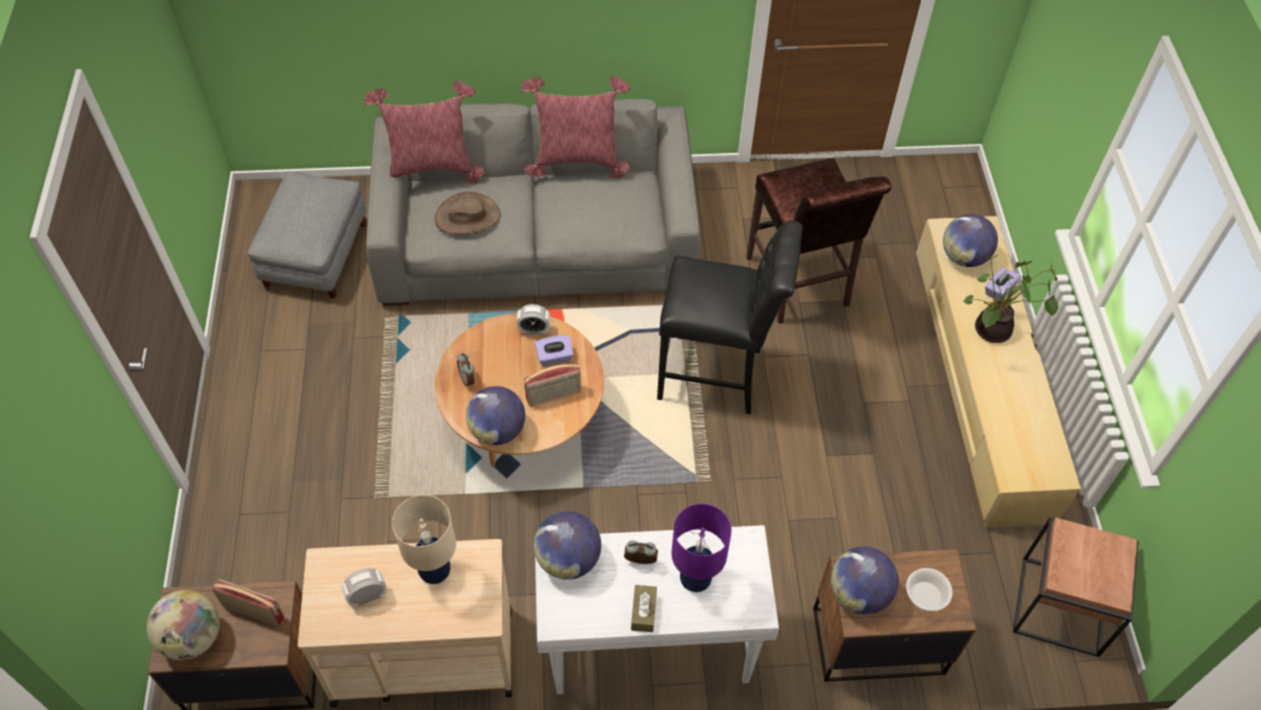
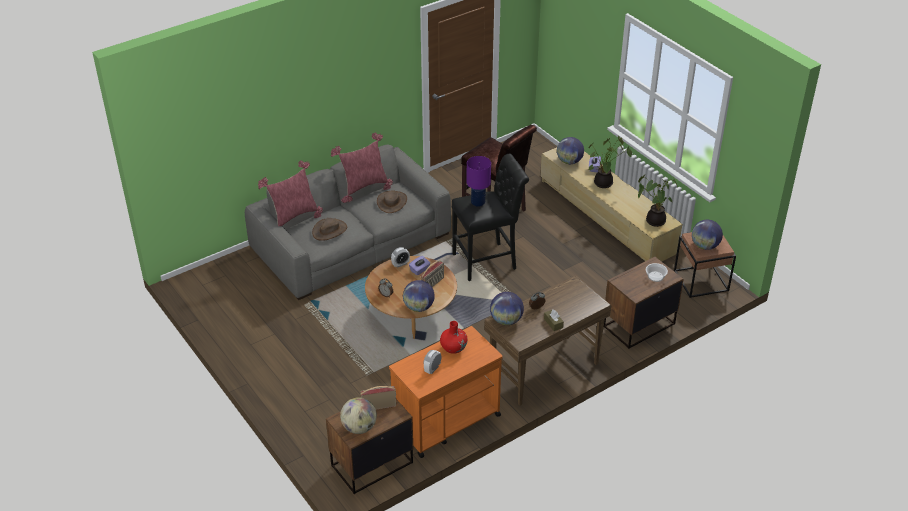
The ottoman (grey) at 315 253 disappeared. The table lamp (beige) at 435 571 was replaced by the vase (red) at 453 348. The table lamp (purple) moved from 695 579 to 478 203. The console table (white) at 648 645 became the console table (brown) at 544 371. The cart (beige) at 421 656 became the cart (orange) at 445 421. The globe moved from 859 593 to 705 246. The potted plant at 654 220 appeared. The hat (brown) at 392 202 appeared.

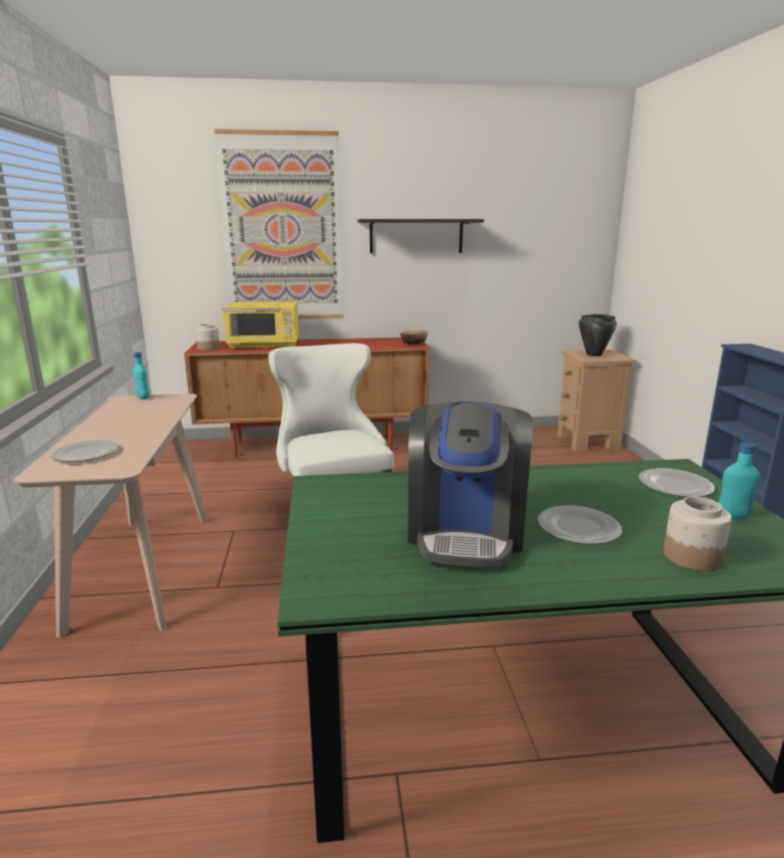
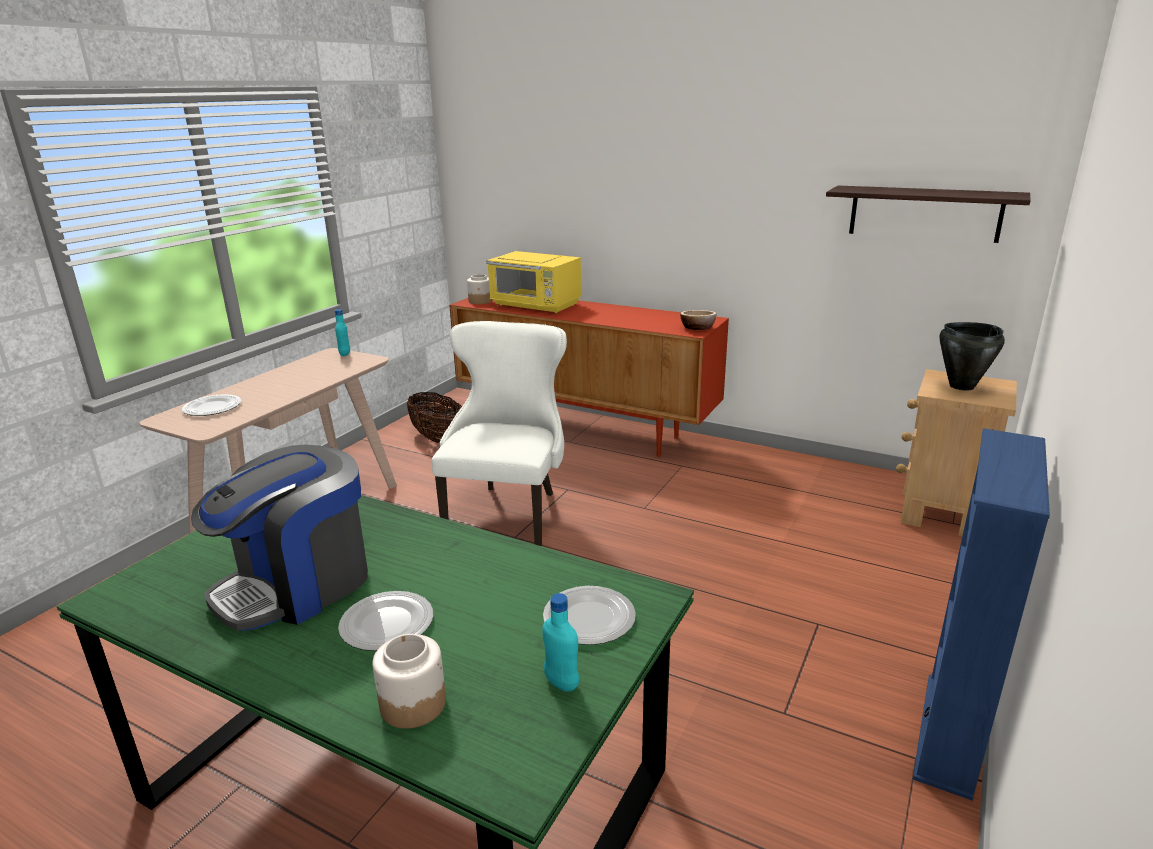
The picture at 282 229 disappeared. The shelf moved from 416 236 to 924 213. The basket at 439 439 appeared.

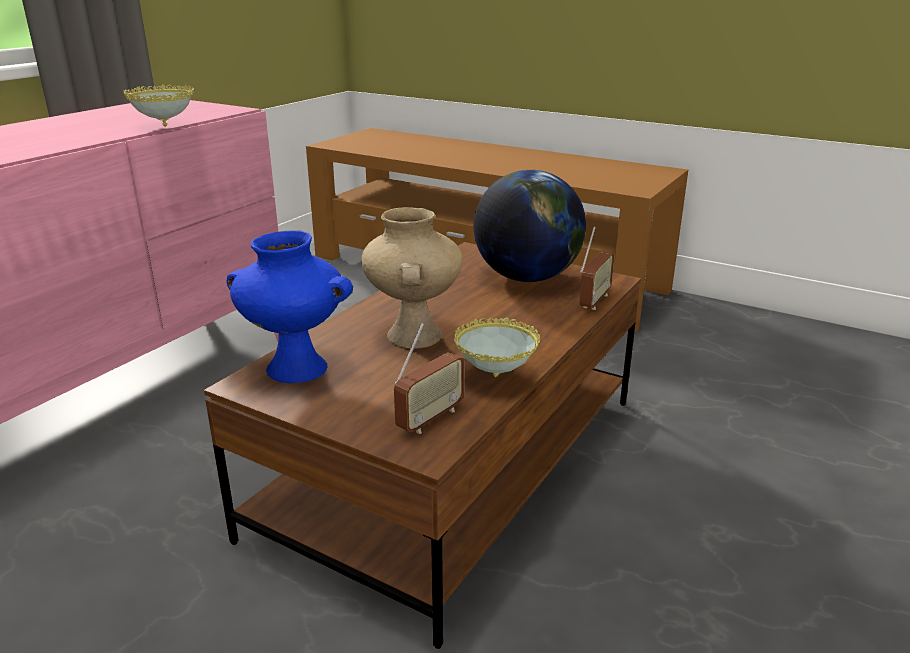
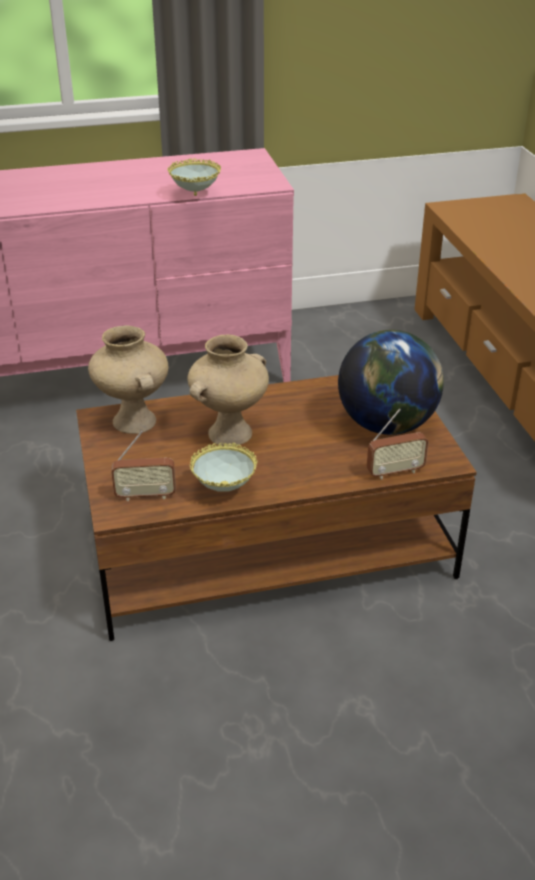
The vase (blue) at 295 369 became the vase (beige) at 132 421.

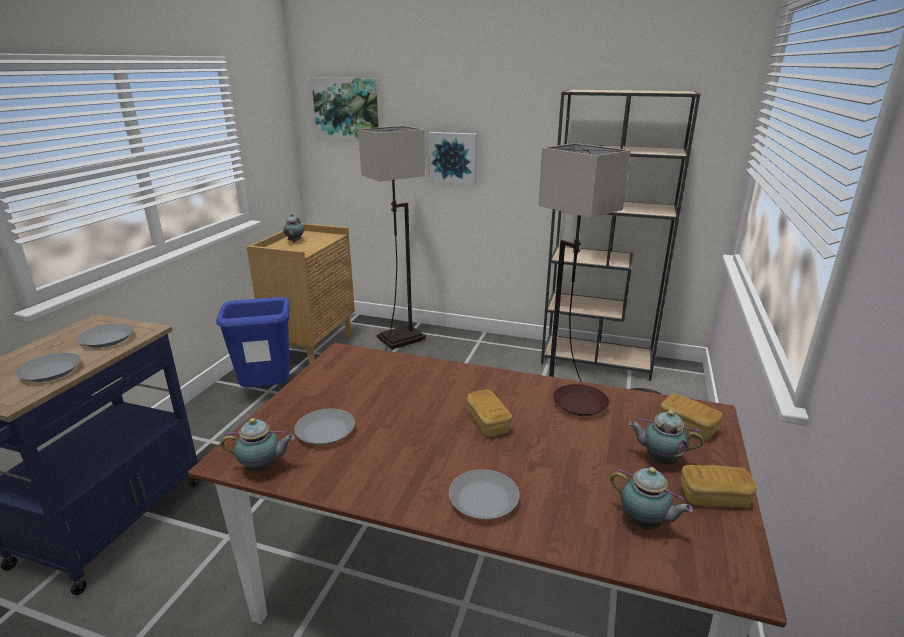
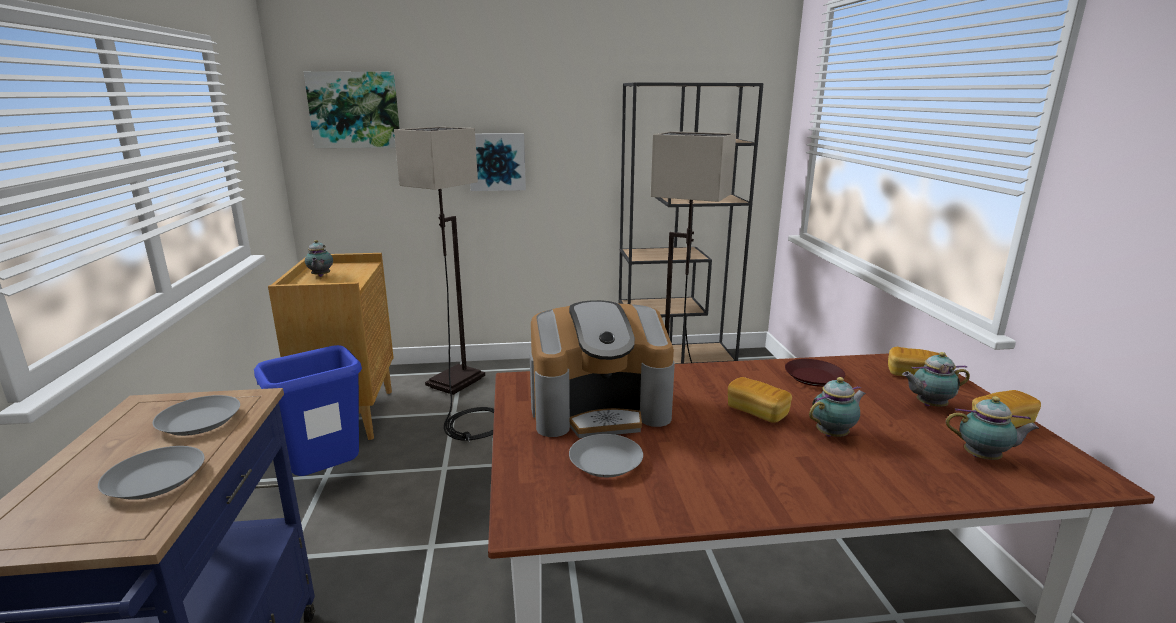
The teapot moved from 263 469 to 833 434. The plate (grey) at 483 500 disappeared. The coffee machine at 599 409 appeared.

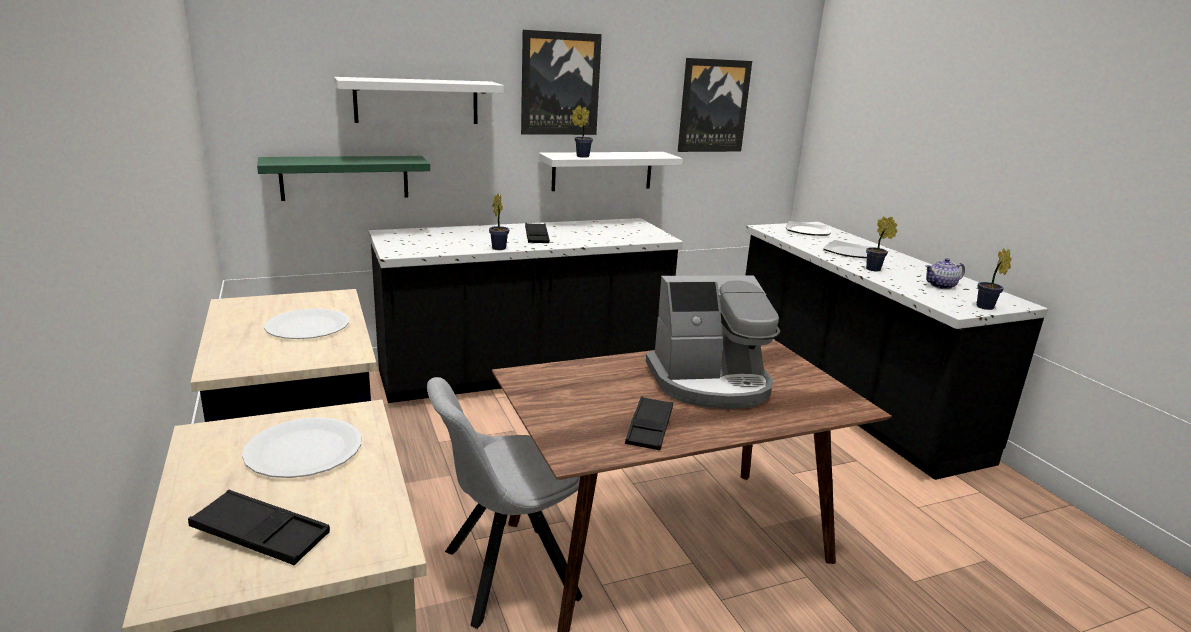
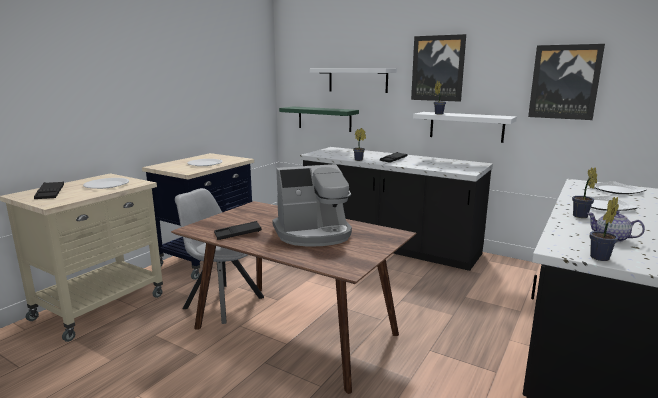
The coffee machine at 710 383 turned 60 degrees counterclockwise.

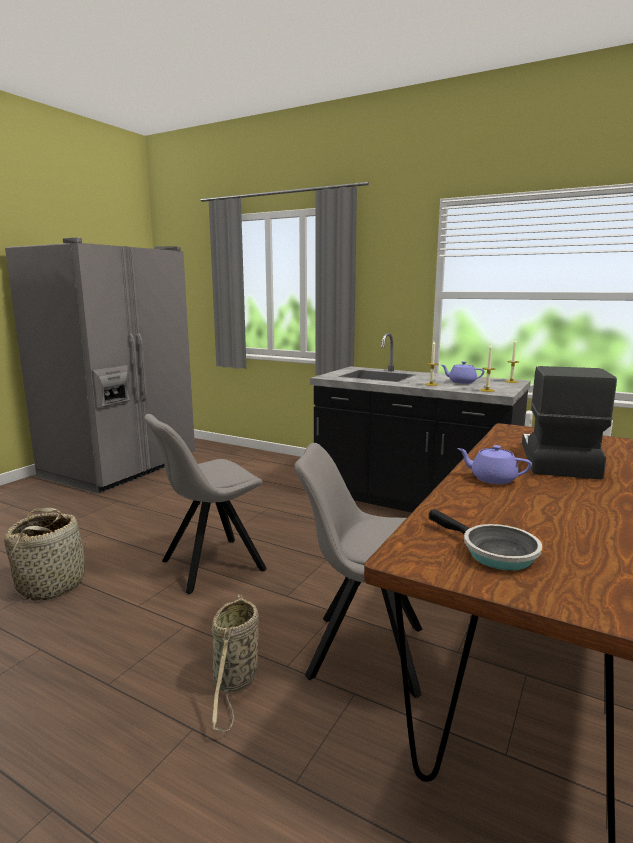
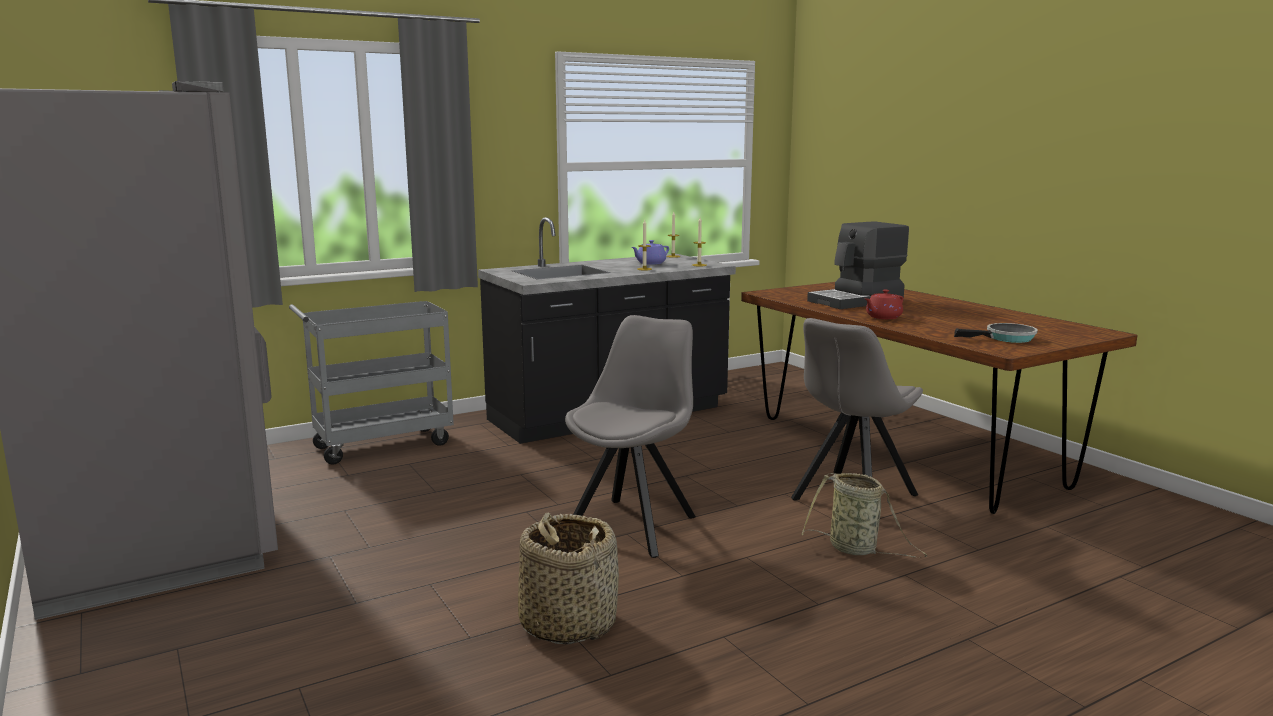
The coffee machine at 556 460 turned 75 degrees counterclockwise. The chair (grey) at 212 565 turned 150 degrees counterclockwise. The teapot (purple) at 492 479 became the teapot (red) at 883 317. The cart (grey) at 379 447 appeared.

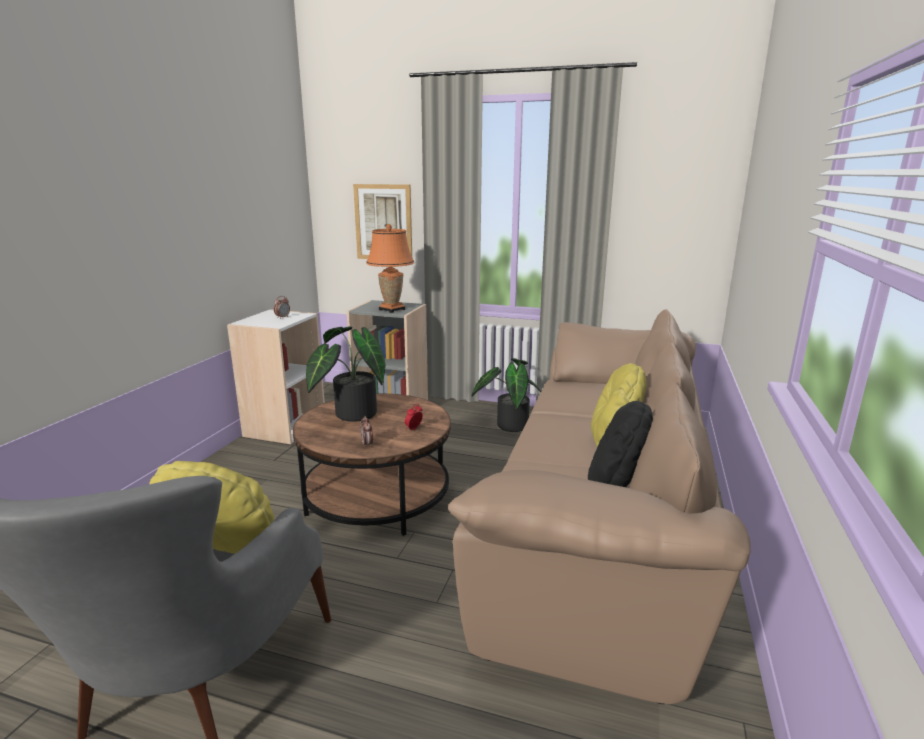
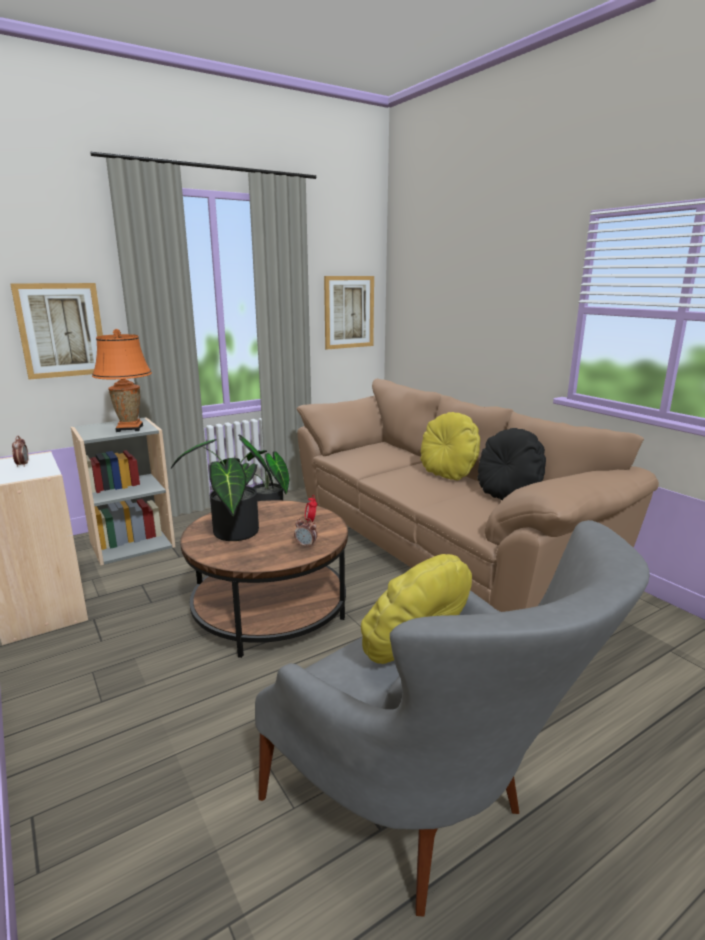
The picture at 349 312 appeared.

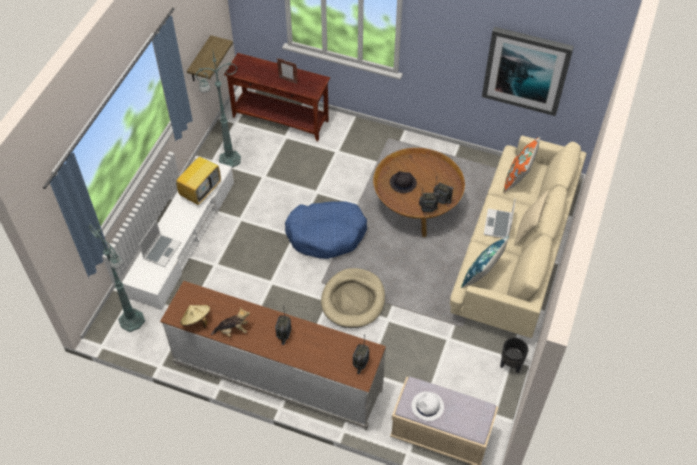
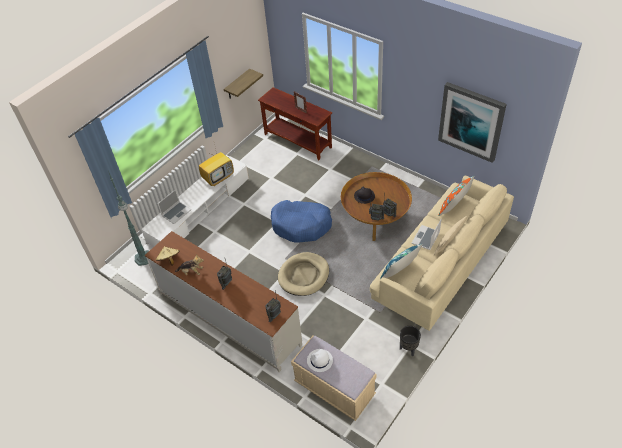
The floor lamp (green) at 228 159 disappeared.

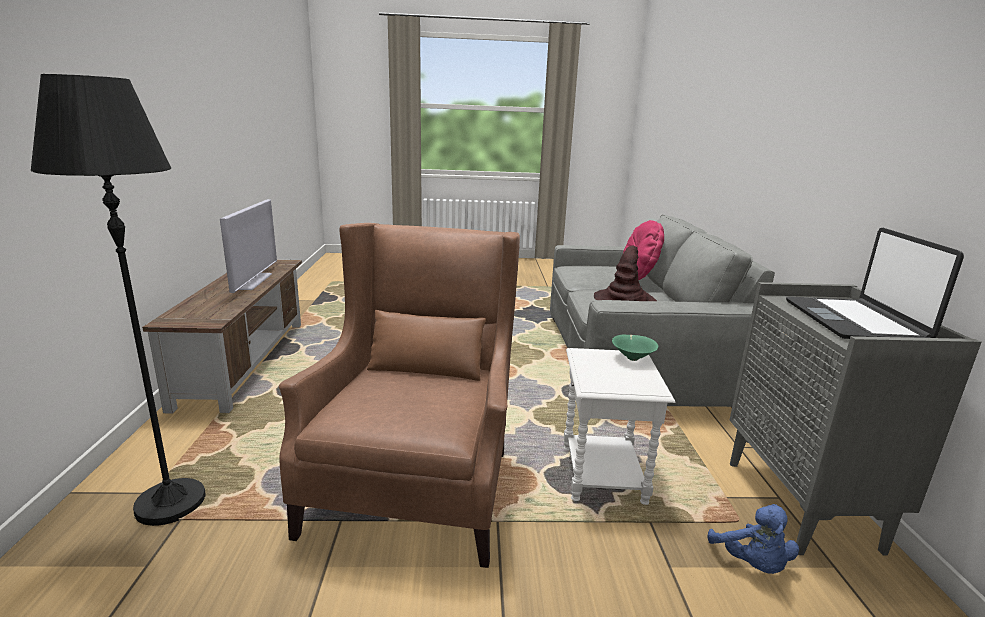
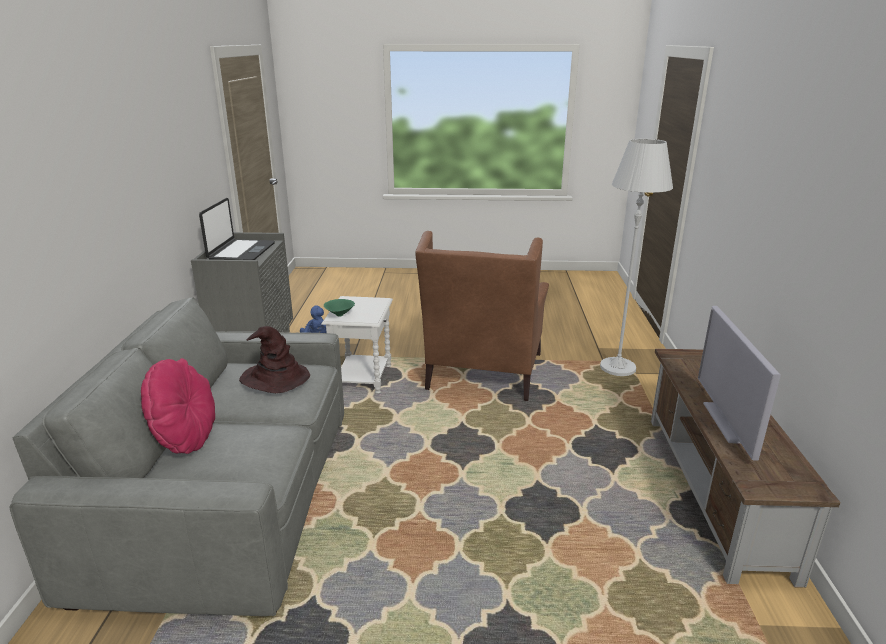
The floor lamp (black) at 170 503 became the floor lamp (white) at 617 368.

